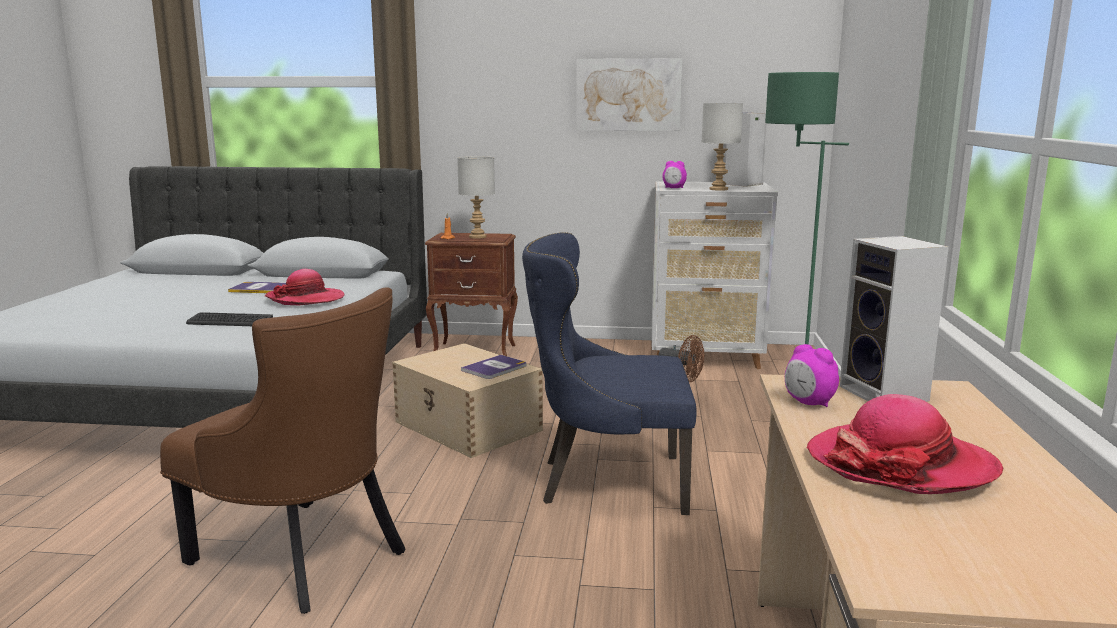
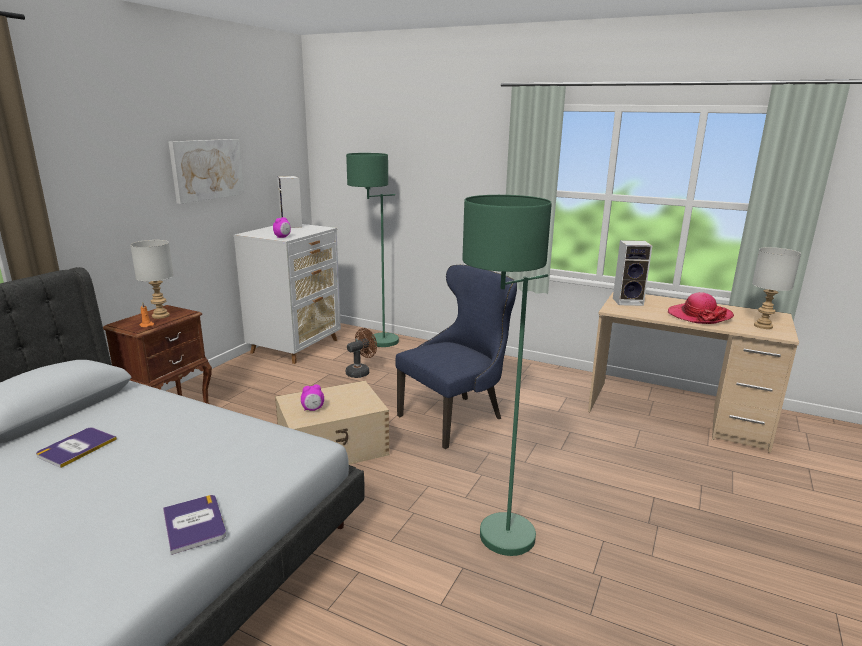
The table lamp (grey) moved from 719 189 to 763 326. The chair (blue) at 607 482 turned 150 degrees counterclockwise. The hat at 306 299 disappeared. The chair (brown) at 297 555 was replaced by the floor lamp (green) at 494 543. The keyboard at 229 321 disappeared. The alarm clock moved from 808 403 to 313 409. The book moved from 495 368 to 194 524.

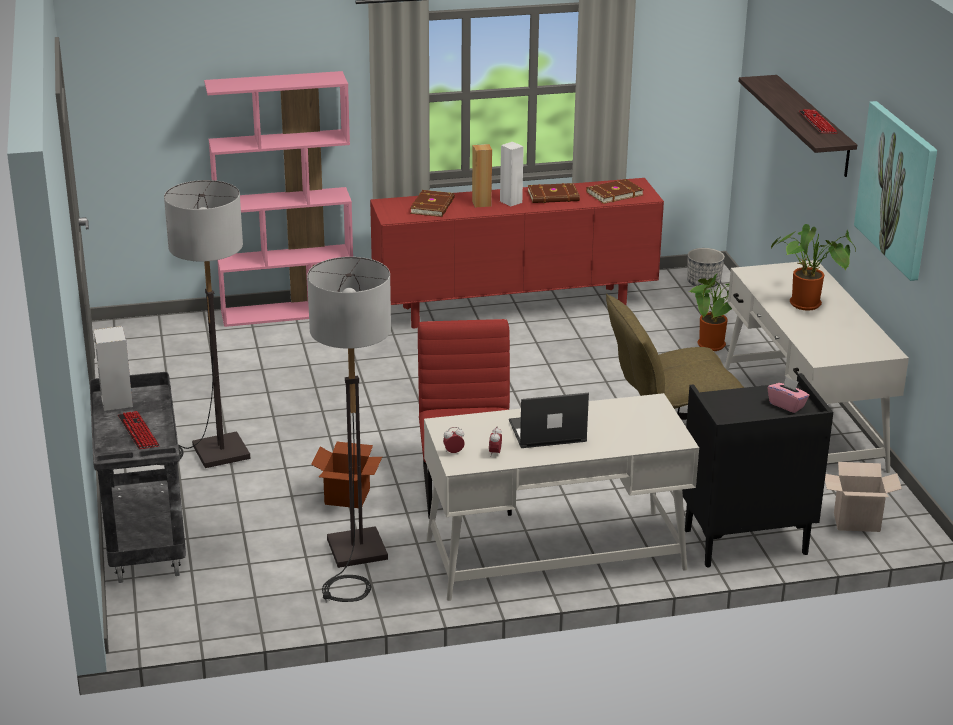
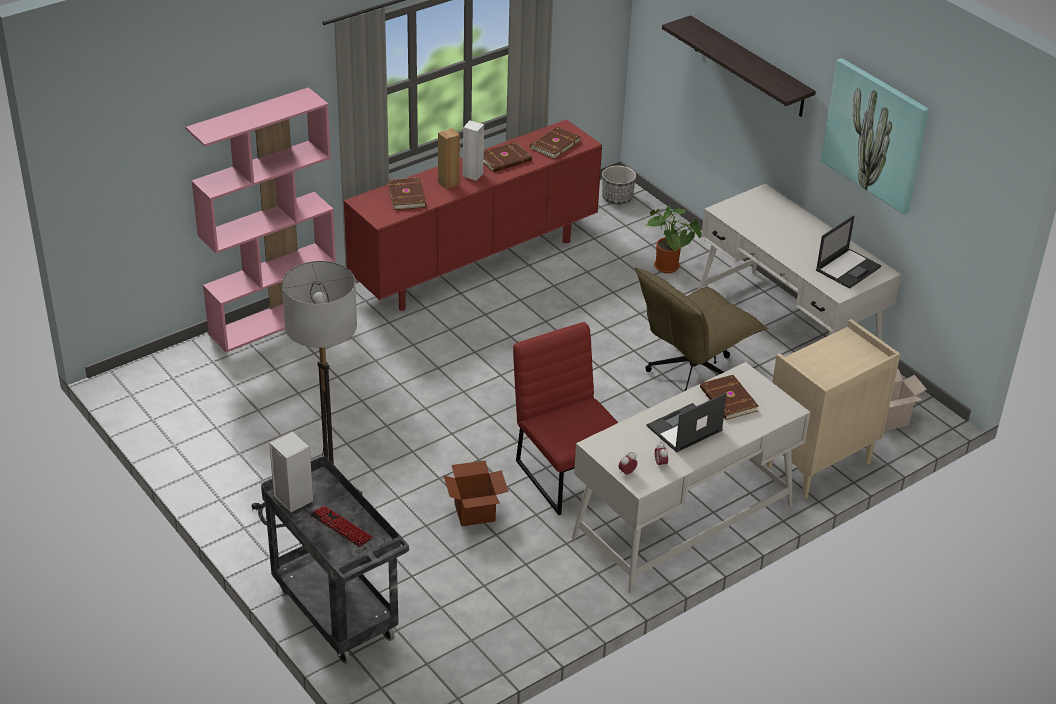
The keyboard at 817 123 disappeared. The potted plant at 809 305 disappeared. The floor lamp at 353 562 disappeared. The cabinet (black) at 744 542 became the cabinet (beige) at 817 464. The tissue box (pink) at 787 405 disappeared. The laptop at 848 268 appeared. The book (brown) at 727 400 appeared.

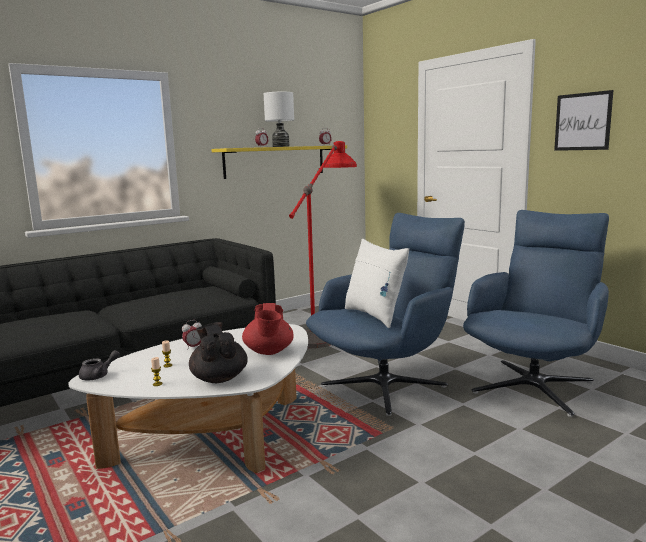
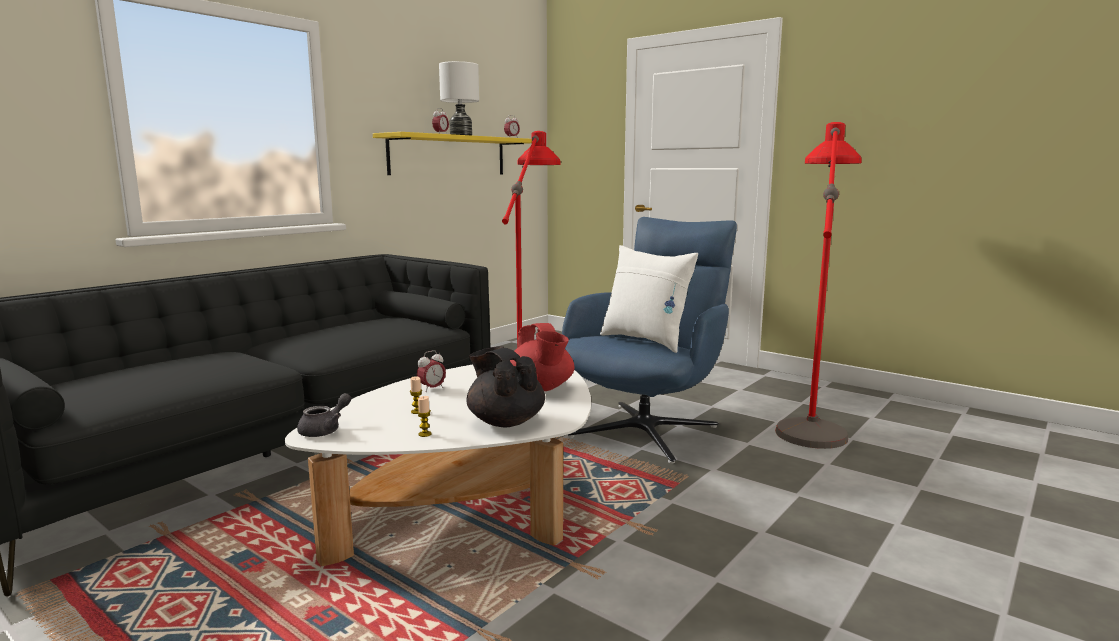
The picture at 582 121 disappeared. The armchair (blue) at 535 385 was replaced by the floor lamp (red) at 811 418.

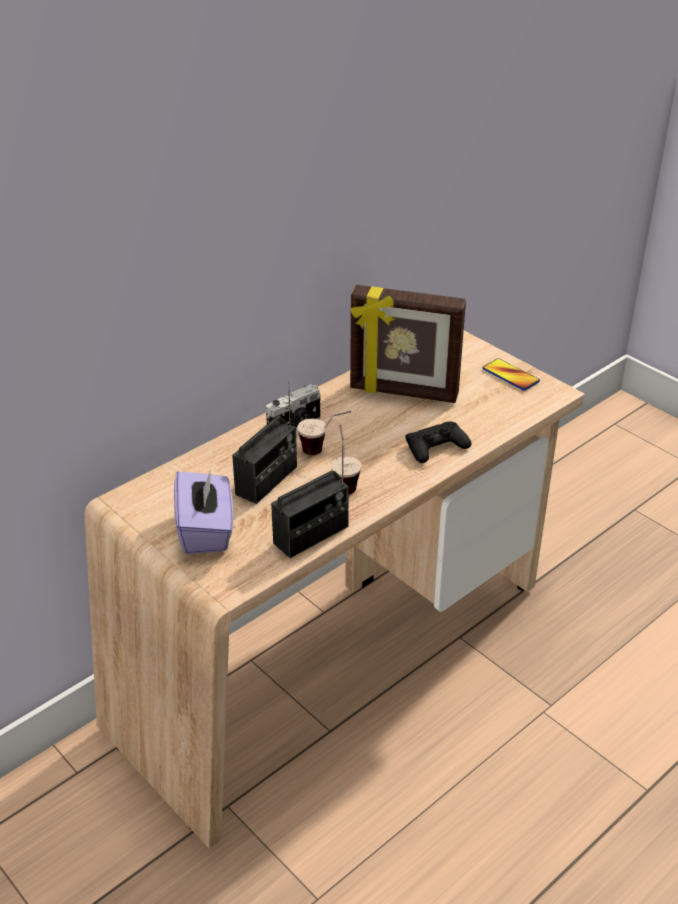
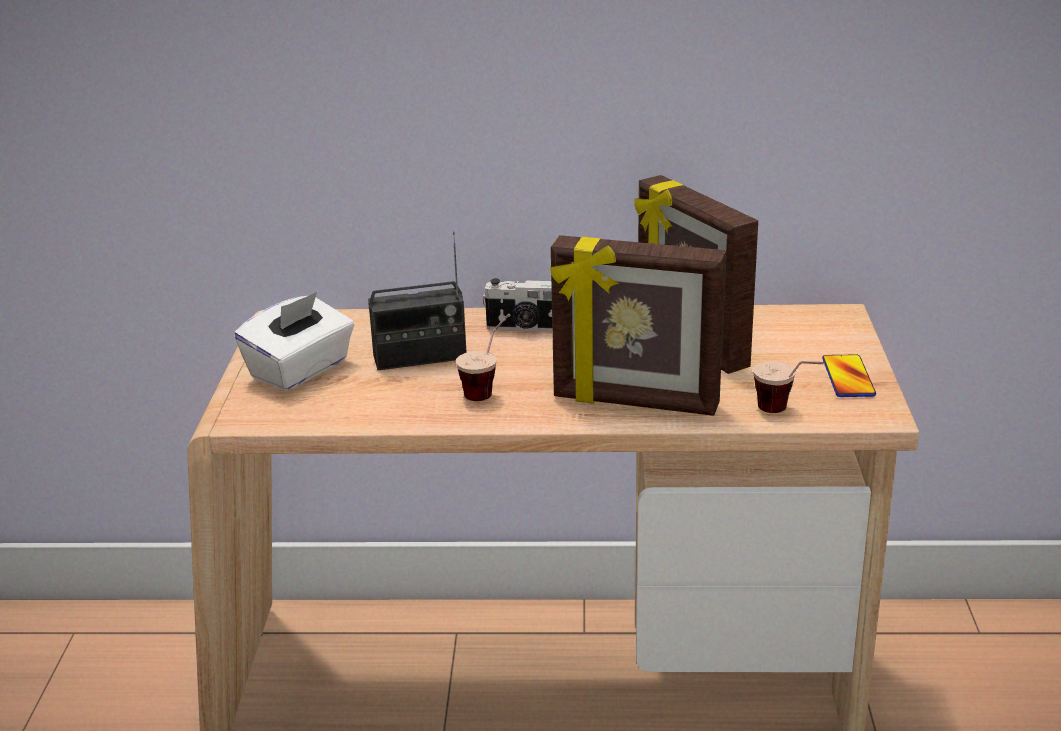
The cup moved from 324 450 to 786 413. The game controller (black) at 436 447 was replaced by the picture frame at 635 403. The radio at 311 535 disappeared. The tissue box (purple) at 206 531 became the tissue box (white) at 300 370.

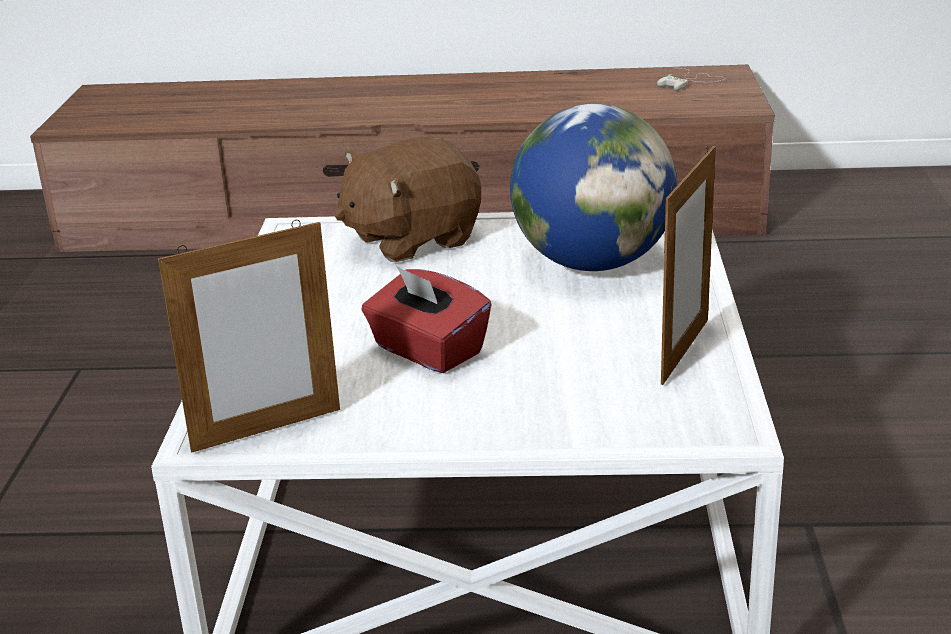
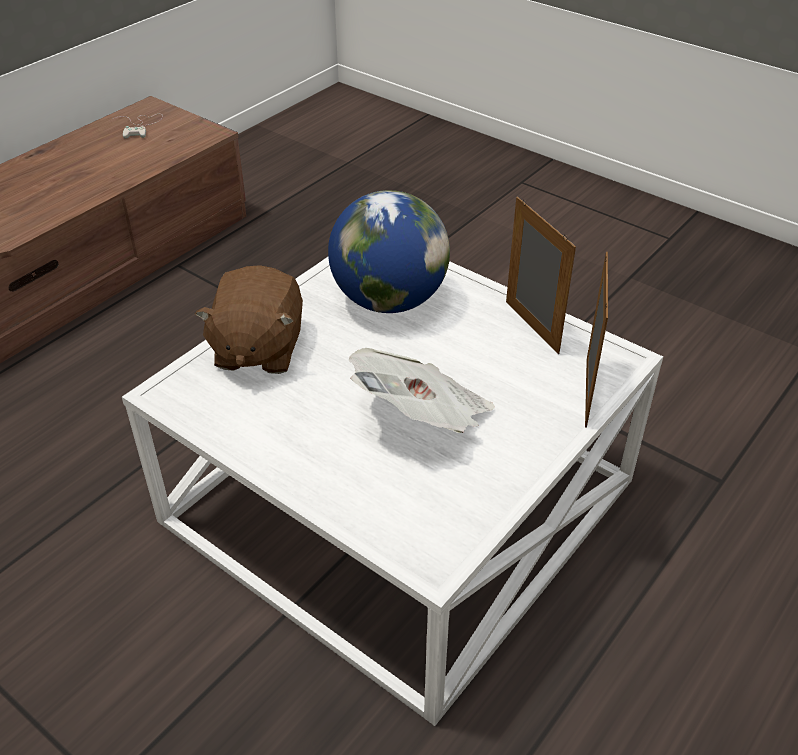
The picture frame moved from 267 430 to 586 392. The tissue box (red) at 427 351 was replaced by the newspaper at 423 417.

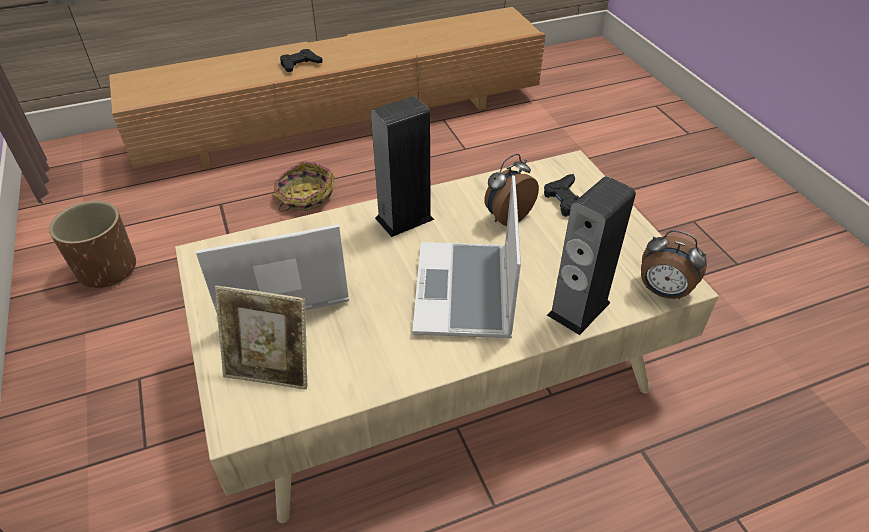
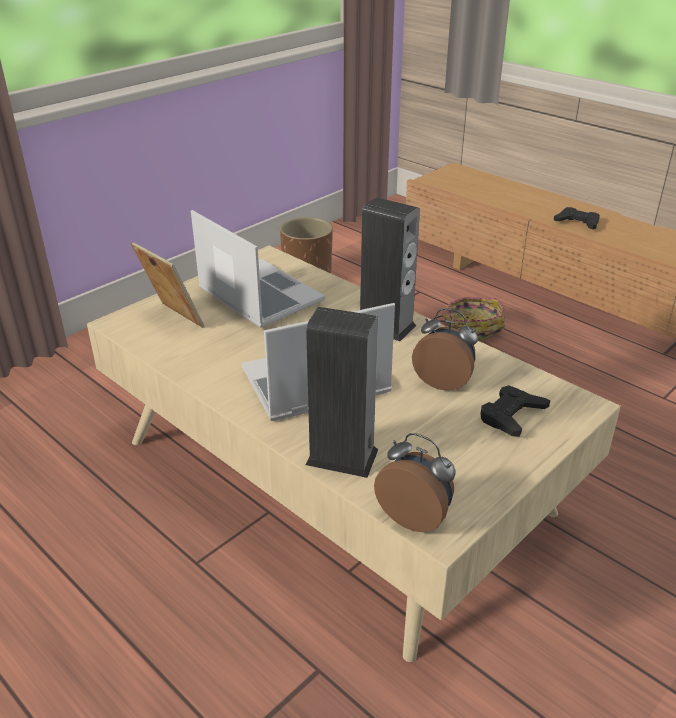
The alarm clock at 663 292 turned 120 degrees clockwise. The picture frame at 271 370 turned 150 degrees clockwise.

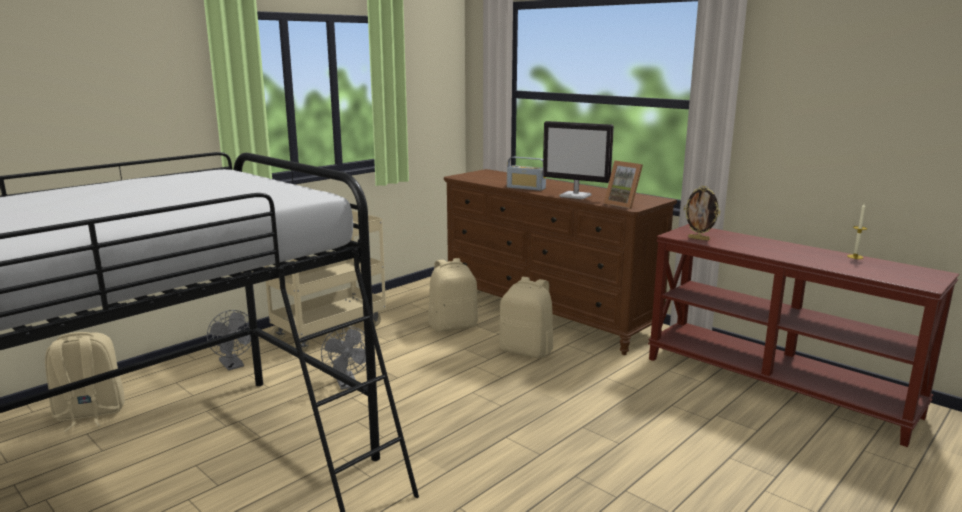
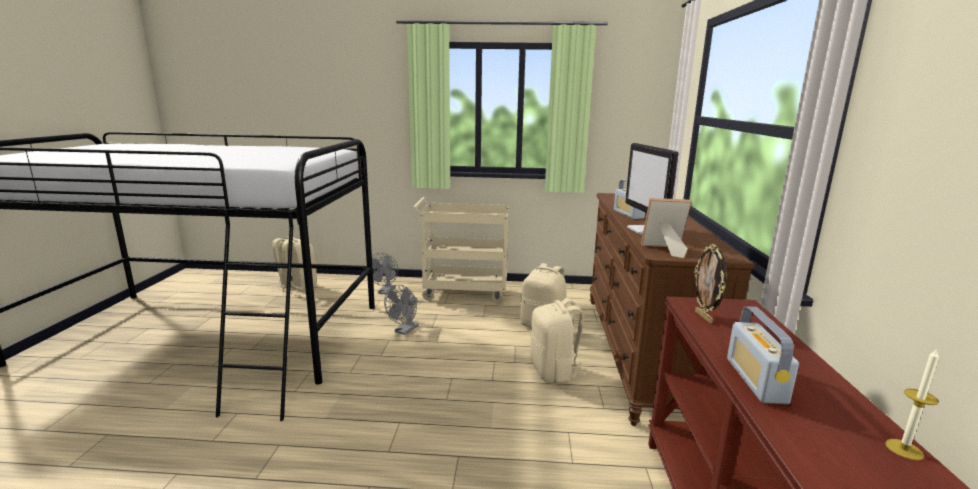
The picture frame at 624 204 turned 90 degrees clockwise. The radio at 755 380 appeared.

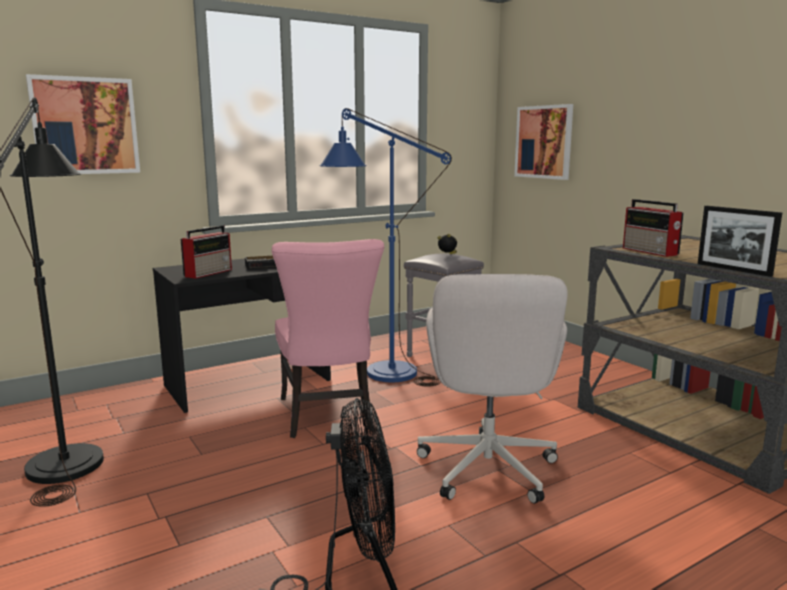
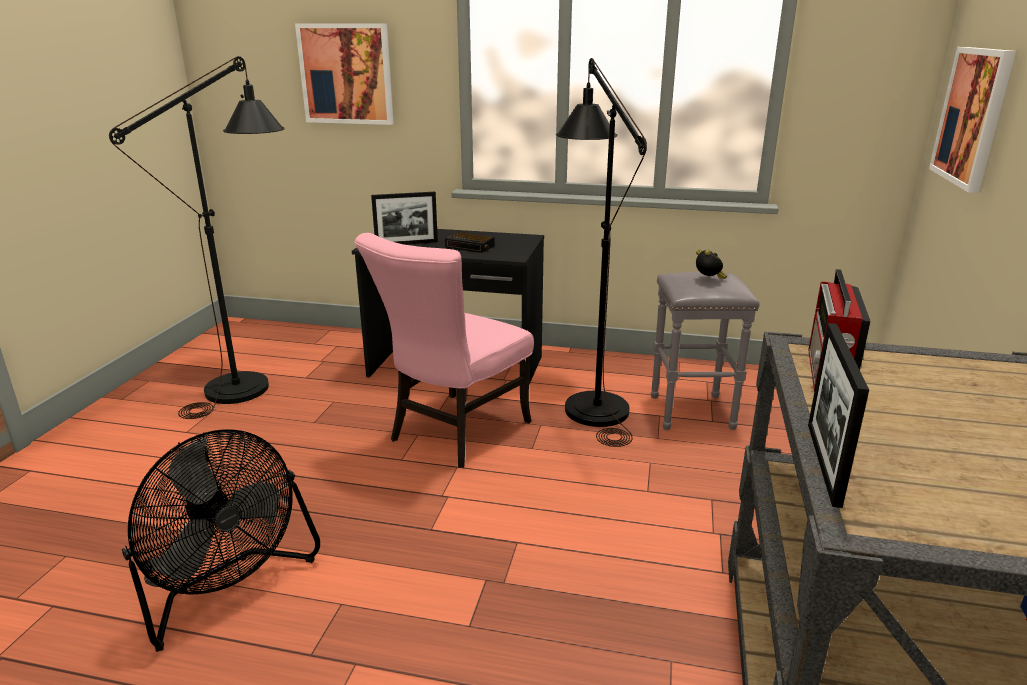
The floor lamp (blue) at 379 370 became the floor lamp (black) at 591 401. The radio at 209 273 was replaced by the picture frame at 406 243. The office chair (white) at 486 468 disappeared.

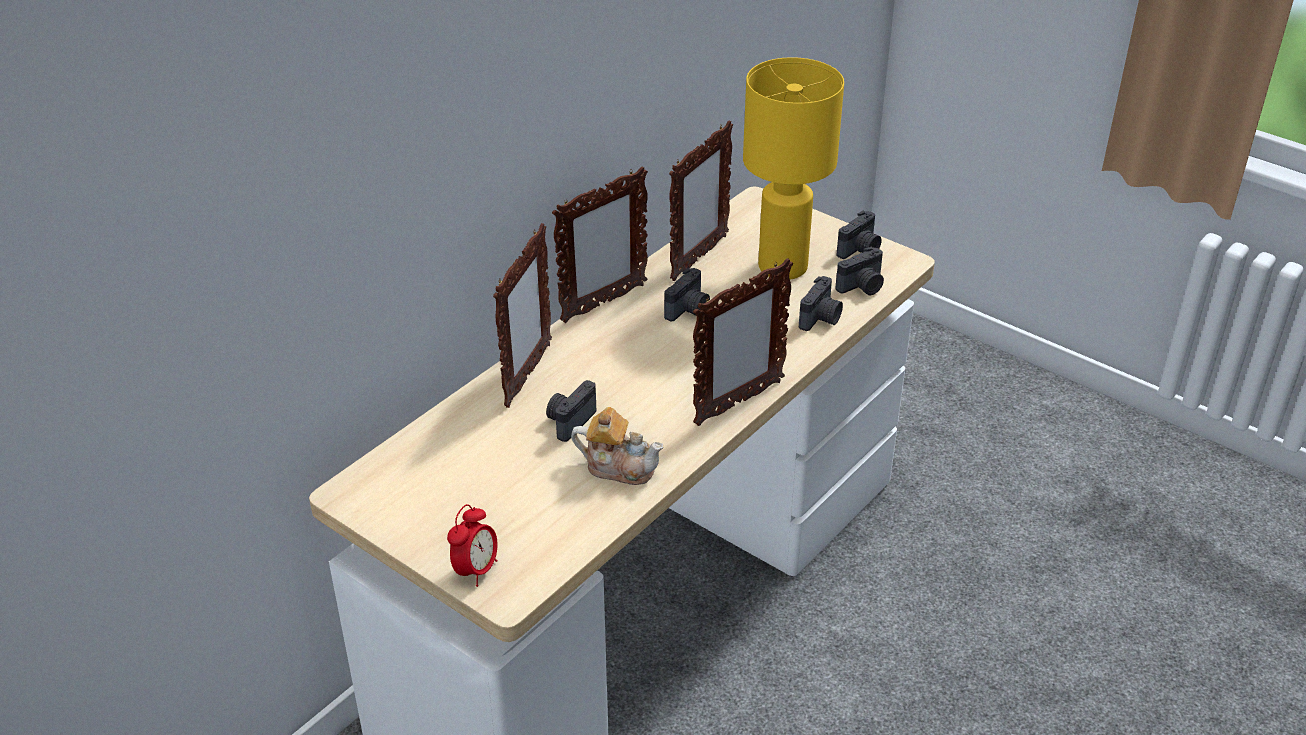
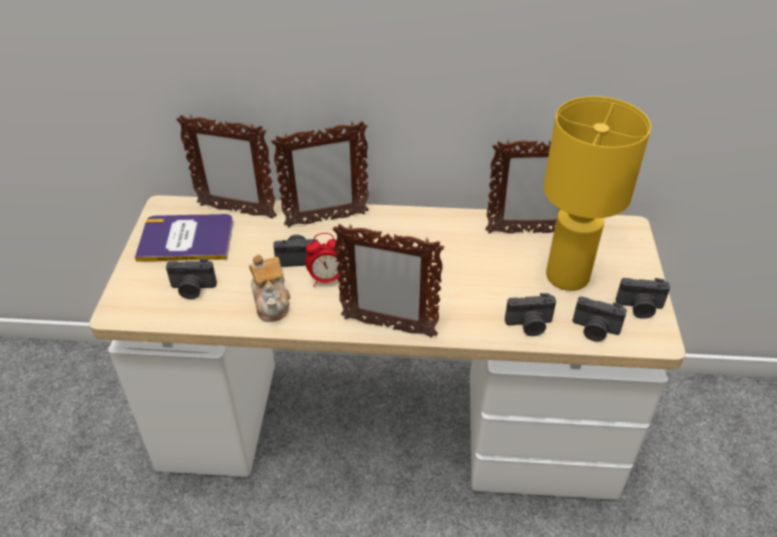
The picture frame moved from 603 303 to 236 211. The photo camera moved from 689 310 to 192 289. The alarm clock moved from 476 570 to 326 279. The book at 186 239 appeared.

